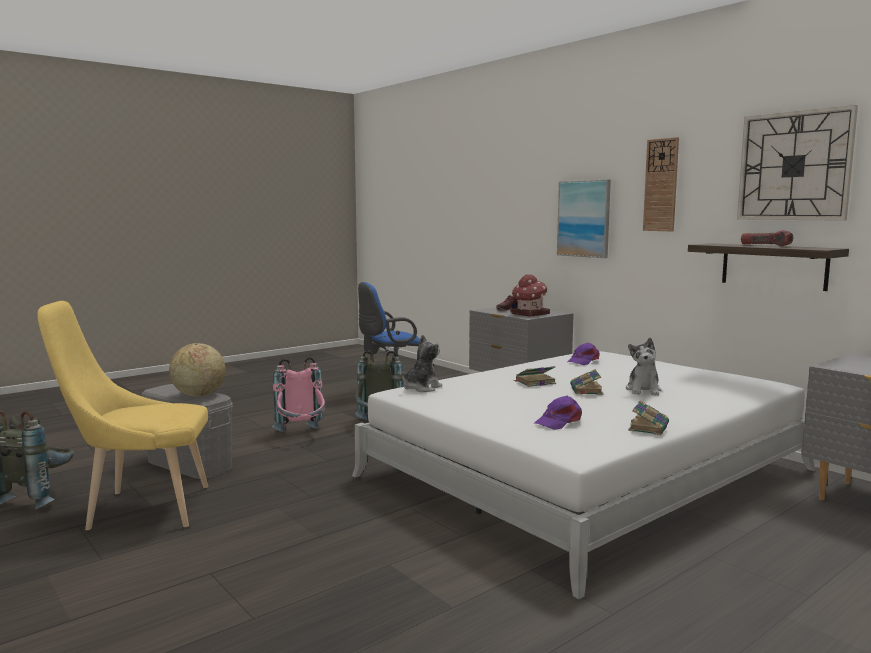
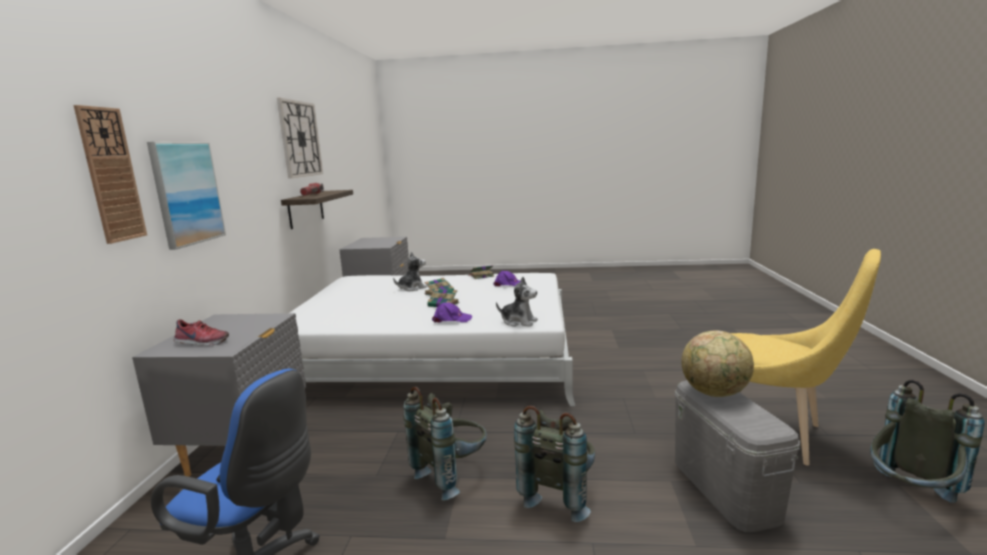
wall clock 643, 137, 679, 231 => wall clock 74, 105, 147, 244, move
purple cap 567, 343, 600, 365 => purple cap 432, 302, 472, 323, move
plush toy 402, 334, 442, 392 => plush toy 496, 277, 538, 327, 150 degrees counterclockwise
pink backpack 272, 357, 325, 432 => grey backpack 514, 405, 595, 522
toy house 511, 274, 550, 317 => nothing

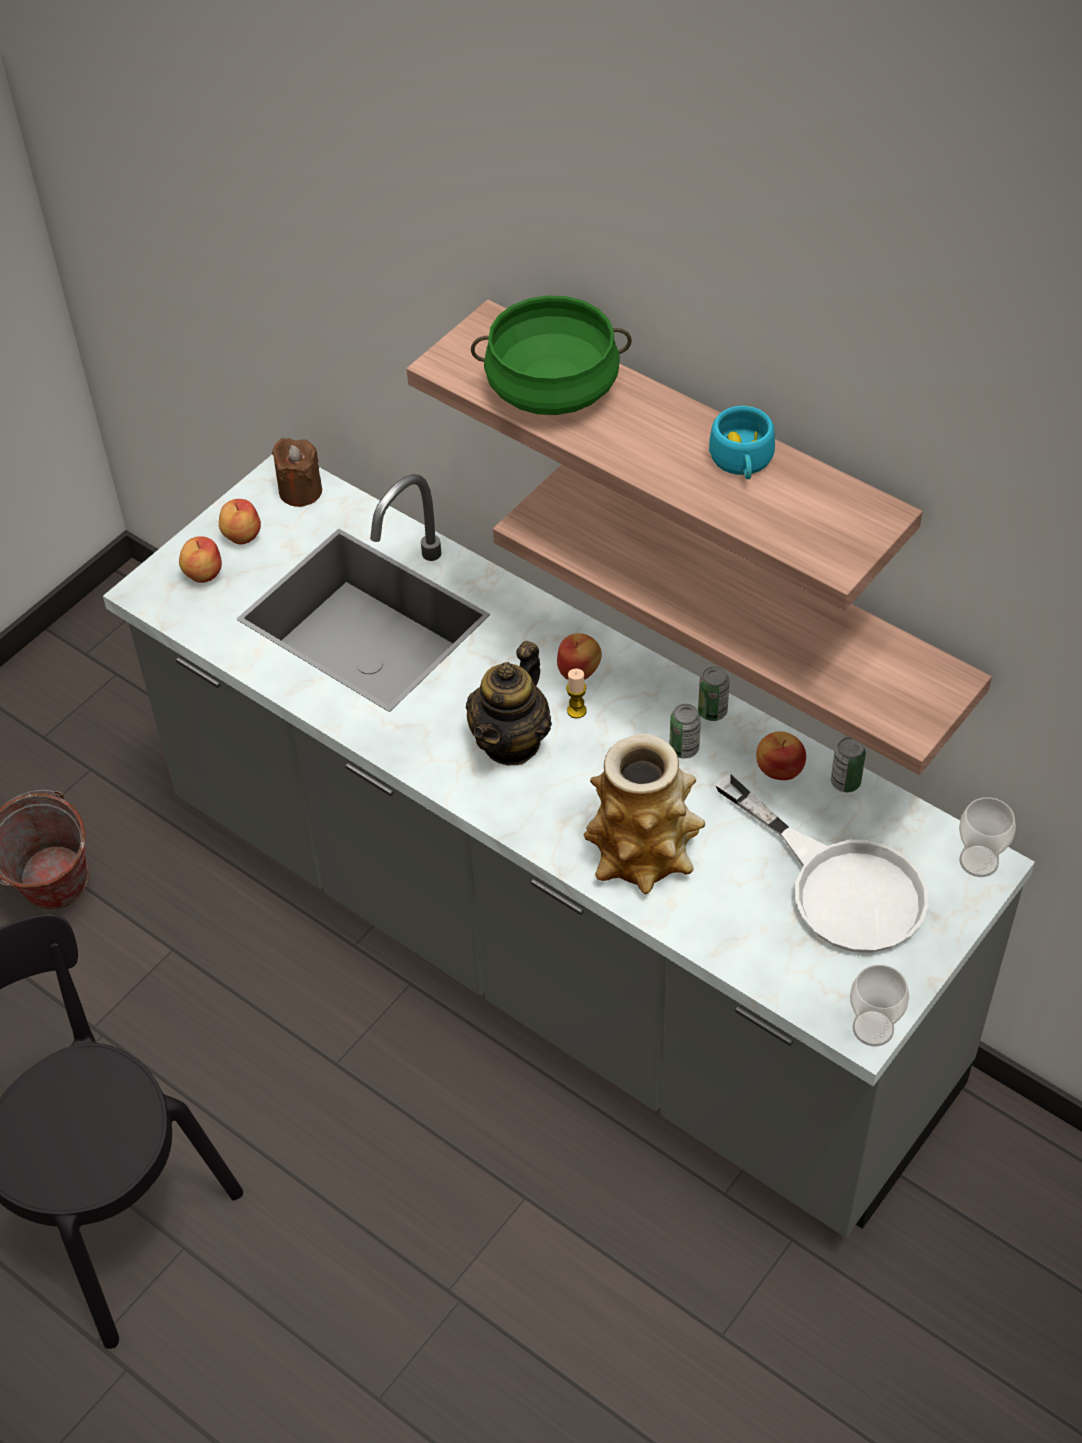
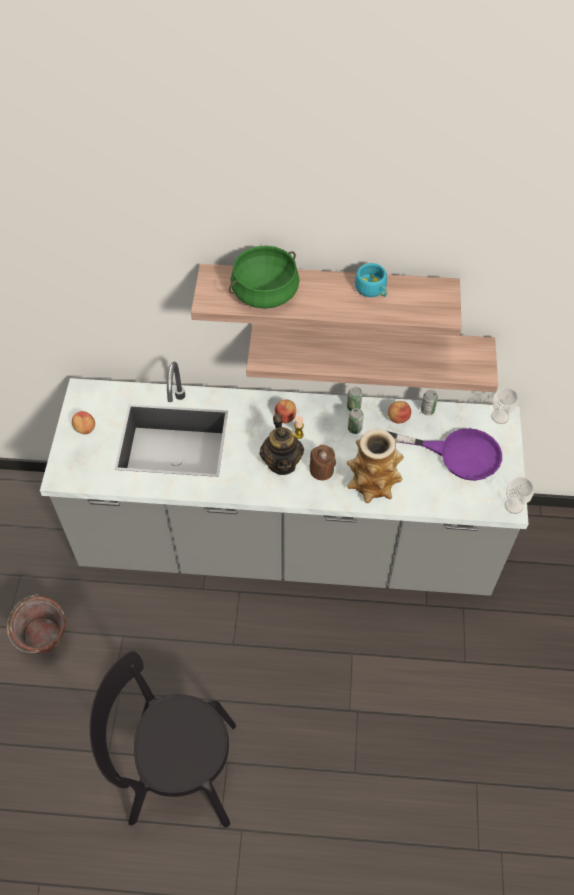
brown candle 272, 438, 322, 507 => brown candle 309, 445, 336, 480, move
white frying pan 715, 774, 929, 953 => purple frying pan 387, 428, 502, 481
apple 179, 536, 222, 583 => nothing

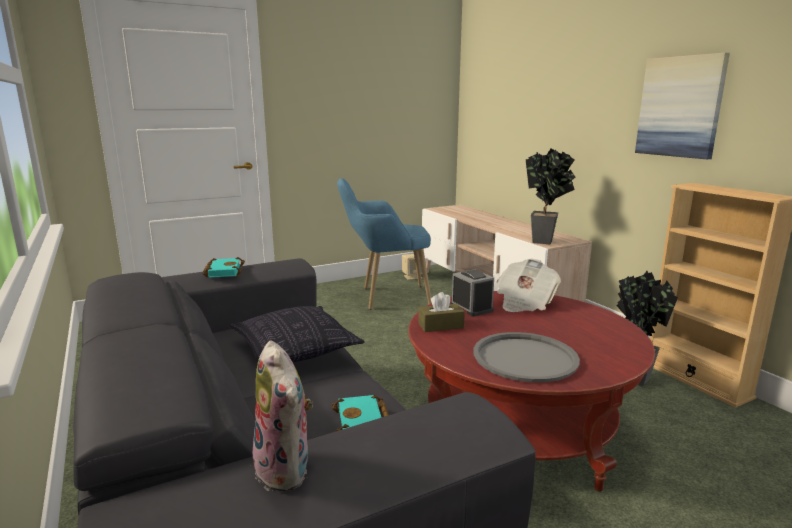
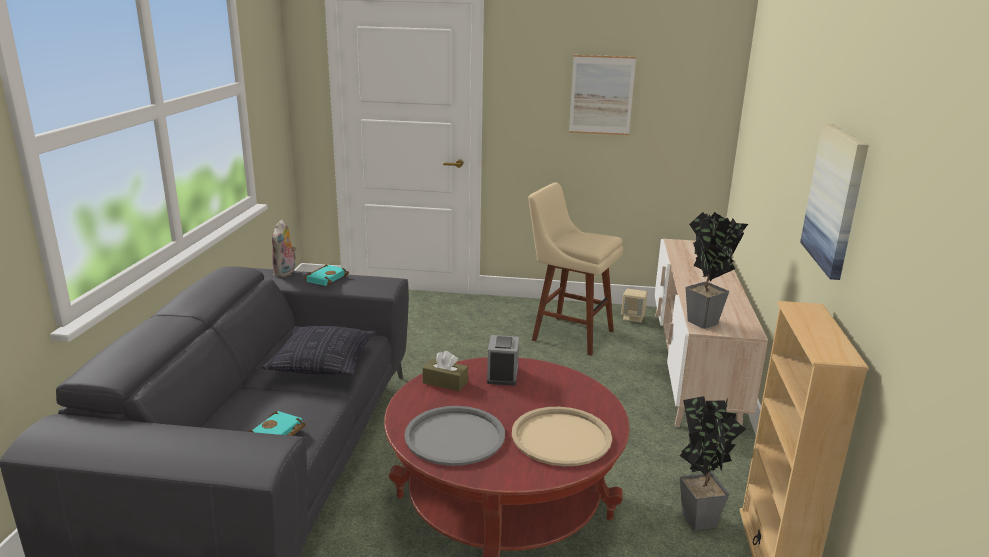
plush toy 253, 341, 313, 492 => plush toy 272, 219, 296, 277, move
nothing => beige tray 512, 407, 612, 466
blue armchair 337, 178, 432, 310 => beige stool 528, 182, 623, 356
nothing => picture 569, 55, 636, 135
newspaper 496, 259, 561, 312 => nothing

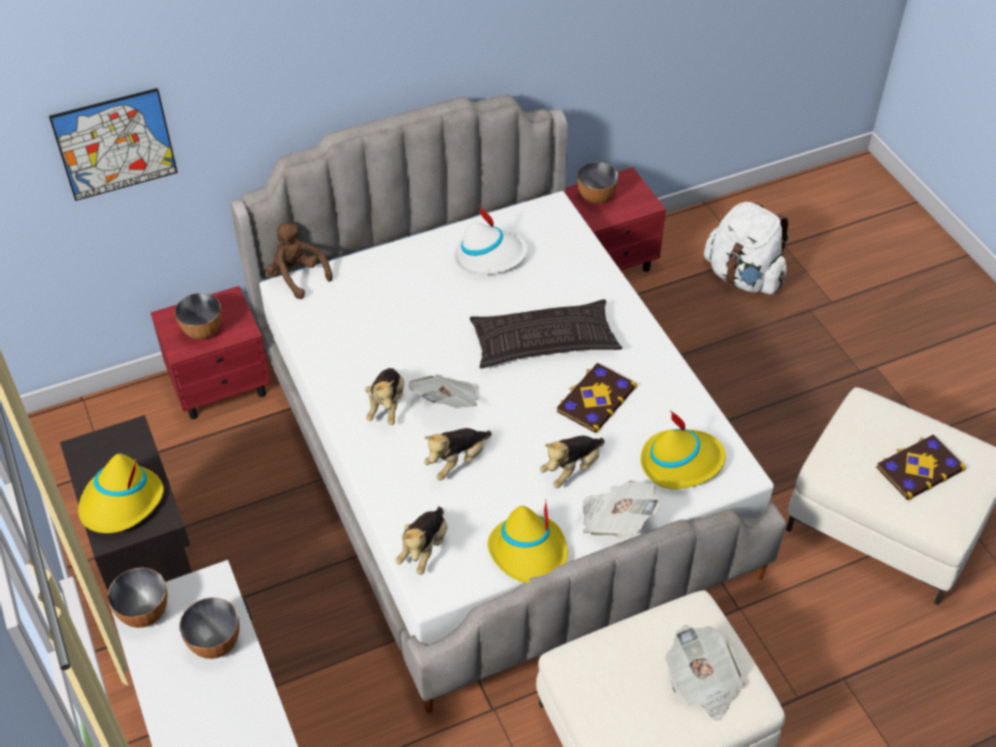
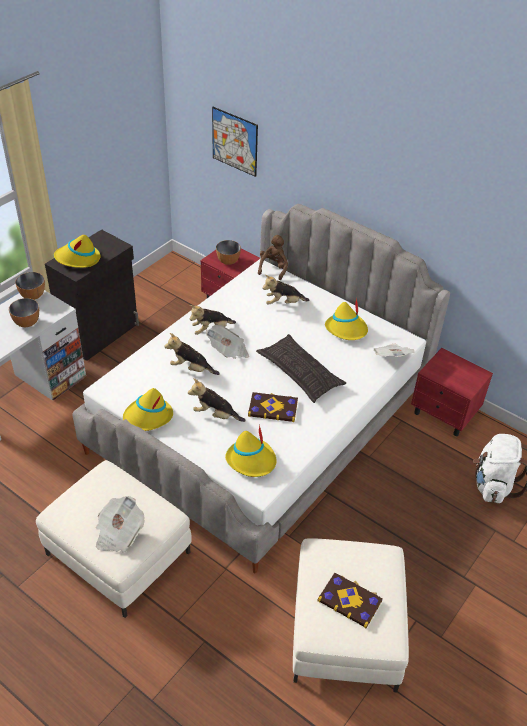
plush toy 396, 506, 447, 575 => plush toy 262, 275, 309, 305, move
white hat 454, 206, 528, 275 => yellow hat 325, 297, 368, 340
newspaper 583, 481, 660, 538 => newspaper 373, 344, 415, 357, move
bowl 577, 162, 619, 204 => nothing

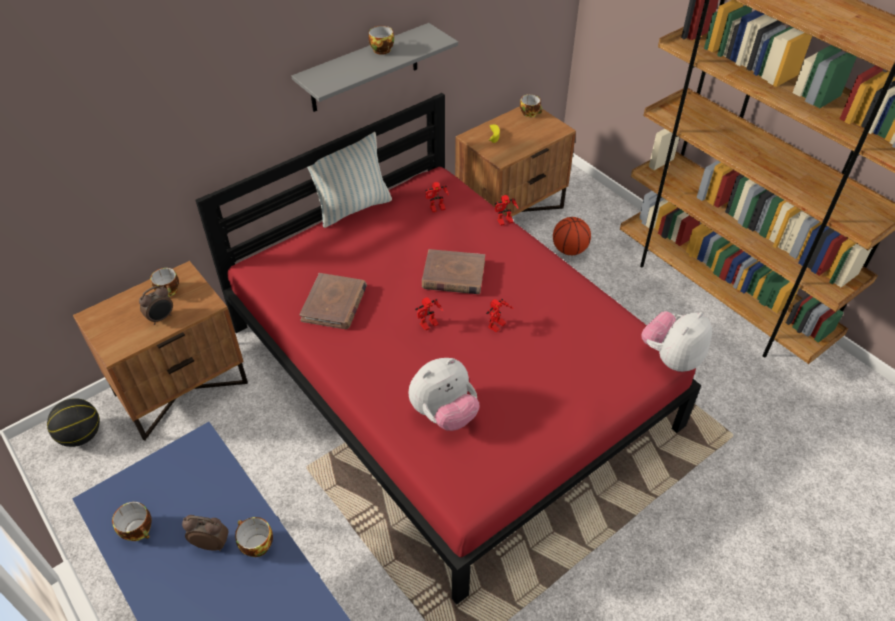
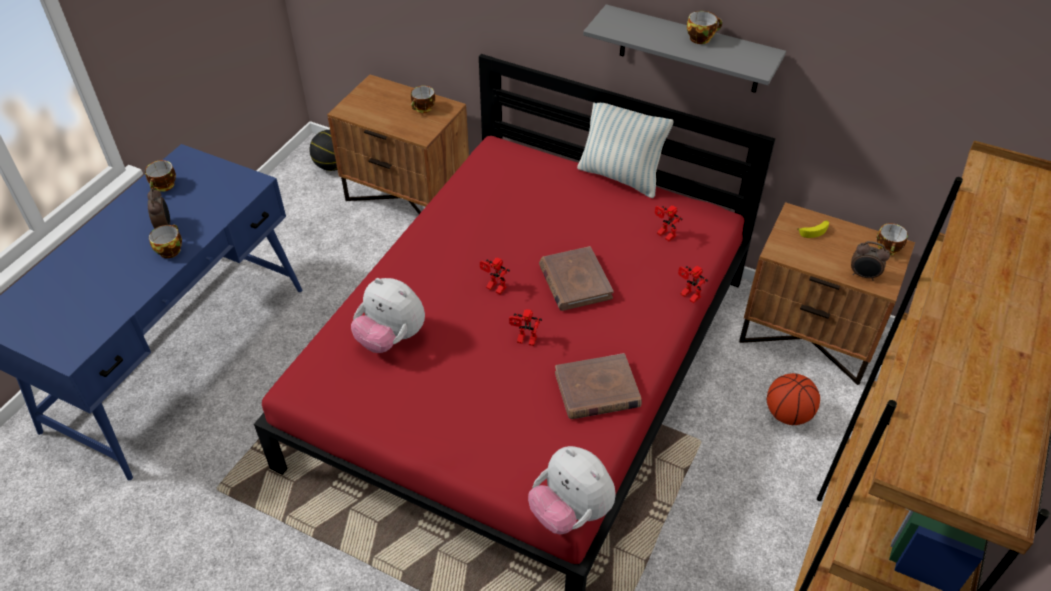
plush toy 641, 311, 712, 372 => plush toy 528, 446, 615, 535, 150 degrees counterclockwise
brown book 299, 273, 367, 329 => brown book 555, 353, 642, 419, move
alarm clock 139, 286, 173, 325 => alarm clock 851, 241, 890, 281, move

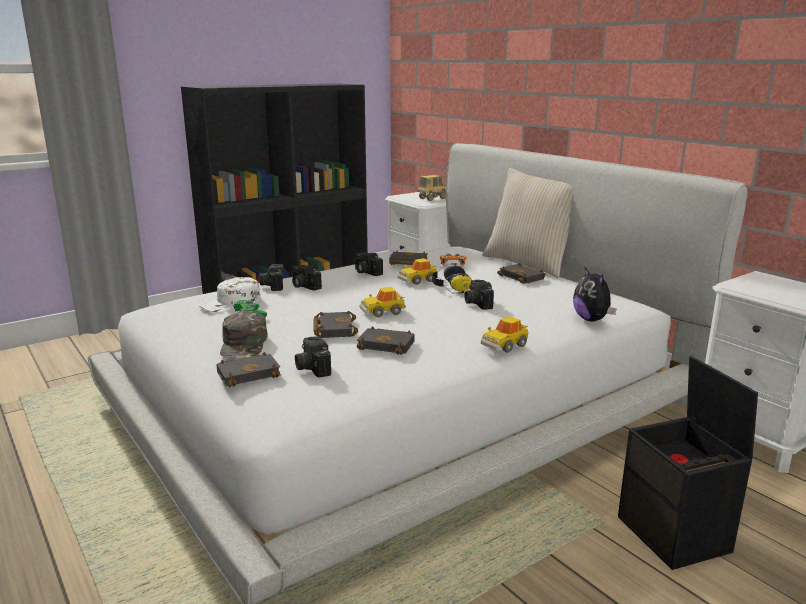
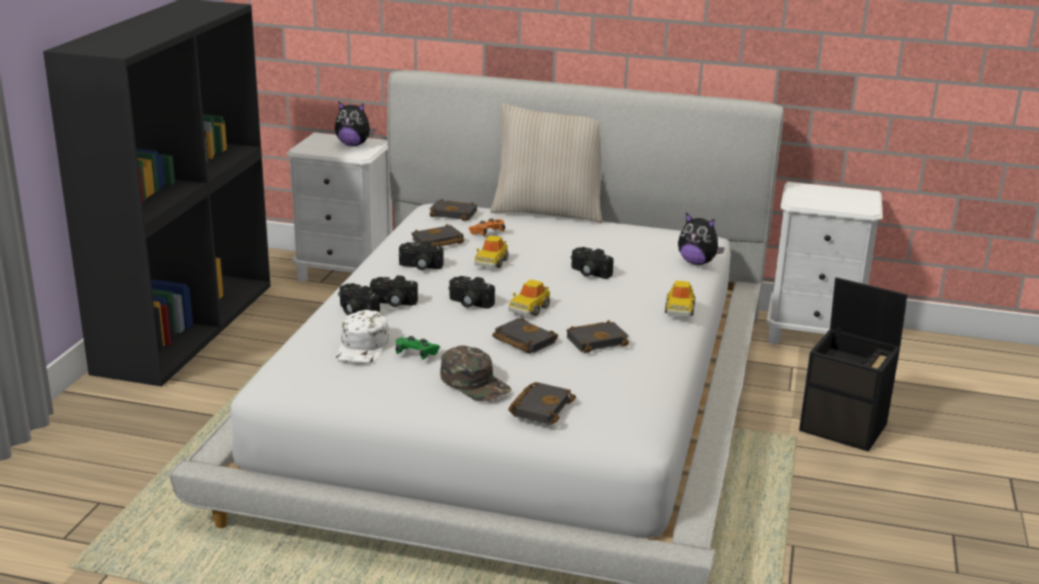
toy truck 417, 175, 446, 201 => plush toy 335, 101, 375, 146
black book 497, 263, 546, 284 => black book 429, 198, 477, 221, move
photo camera 295, 336, 331, 378 => photo camera 449, 276, 495, 309, move
headphones 432, 263, 472, 293 => nothing

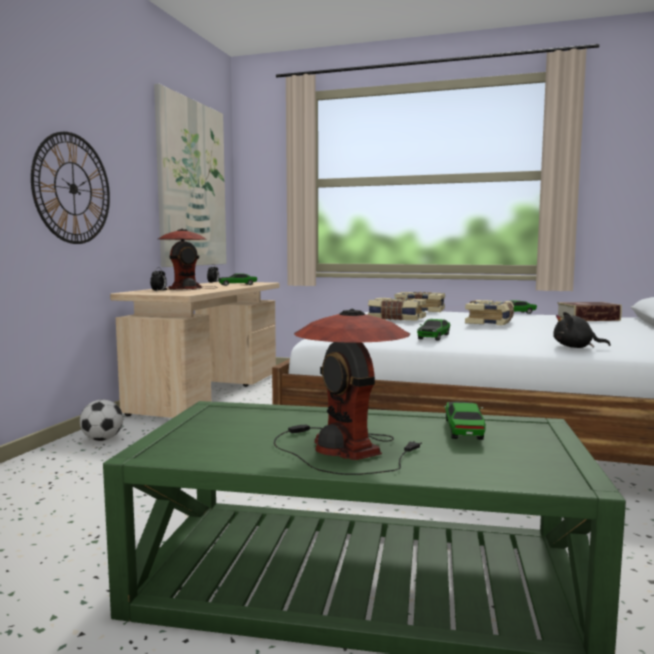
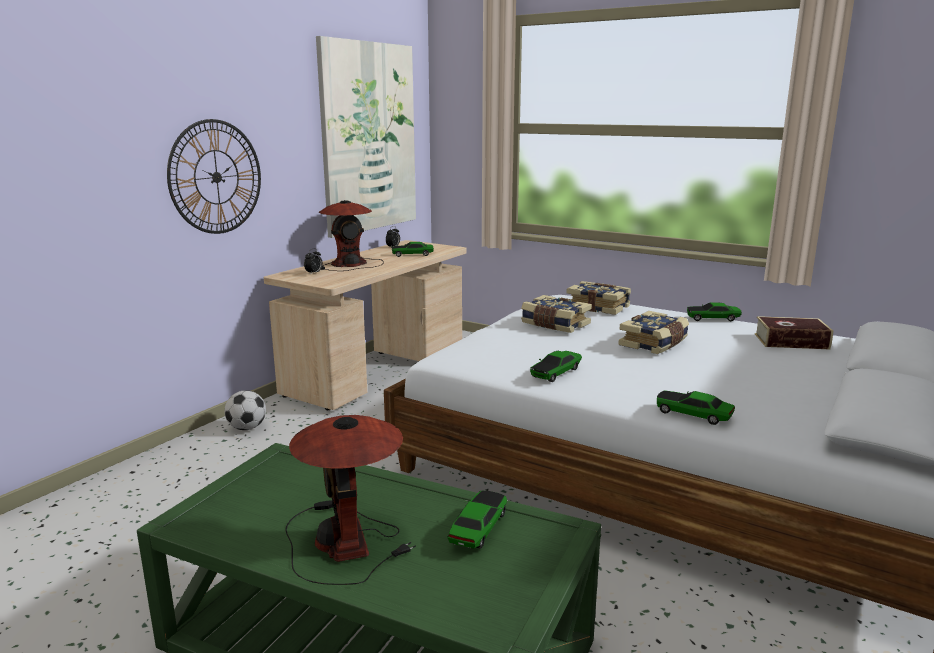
black plush toy 554, 312, 611, 348 => toy car 657, 390, 735, 425

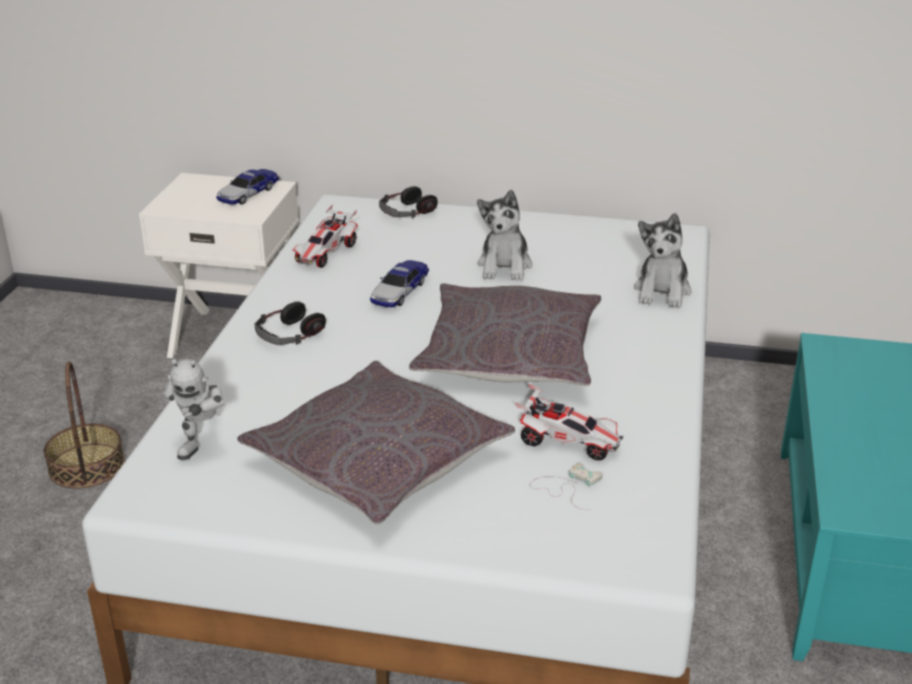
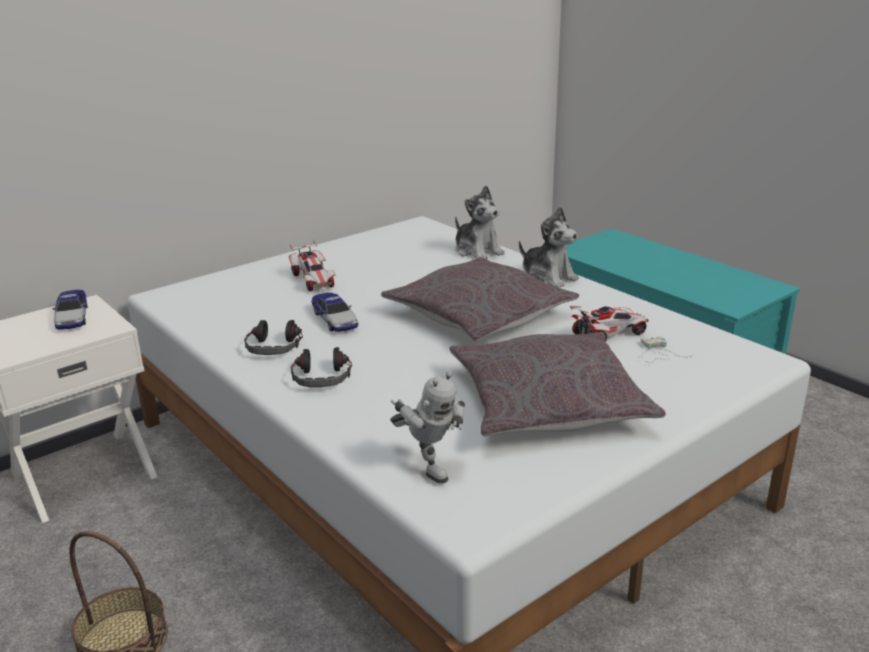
headphones 379, 186, 438, 218 => headphones 244, 320, 303, 355, move
toy car 293, 204, 358, 268 => toy car 289, 240, 336, 291, move
plush toy 477, 190, 532, 281 => plush toy 519, 207, 579, 288, move

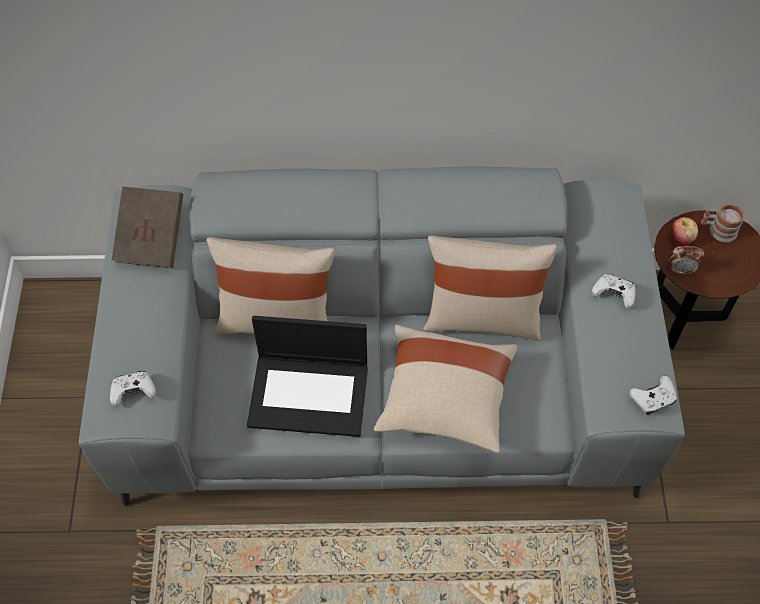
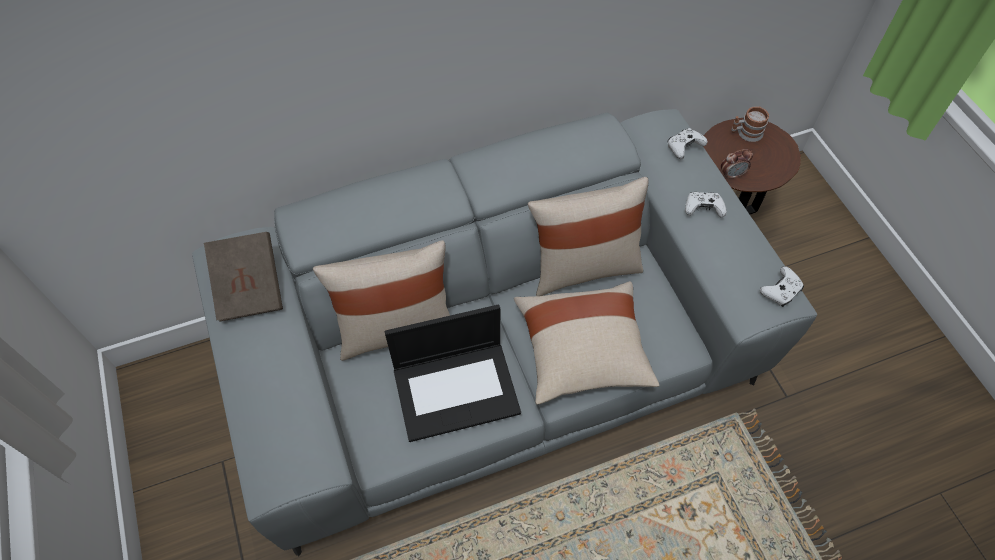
white game controller 110, 371, 156, 407 => white game controller 668, 128, 707, 159, move
apple 671, 217, 698, 245 => nothing

